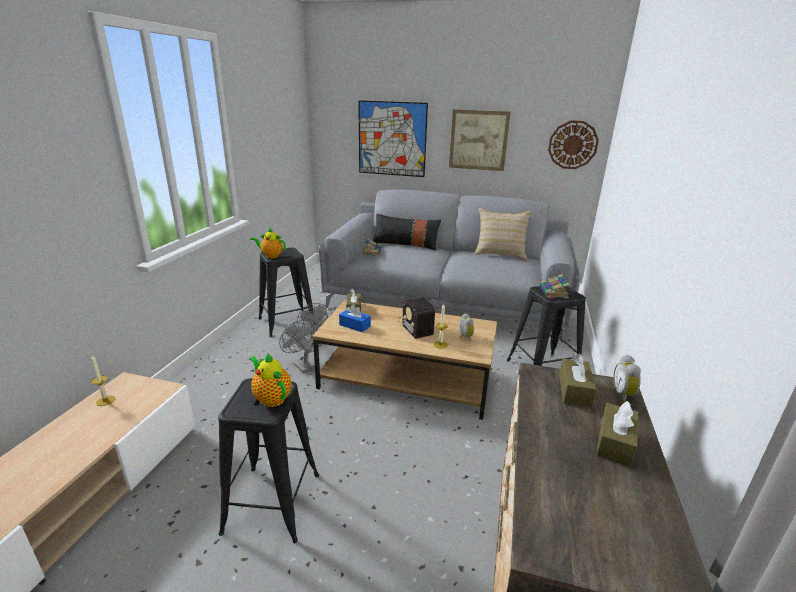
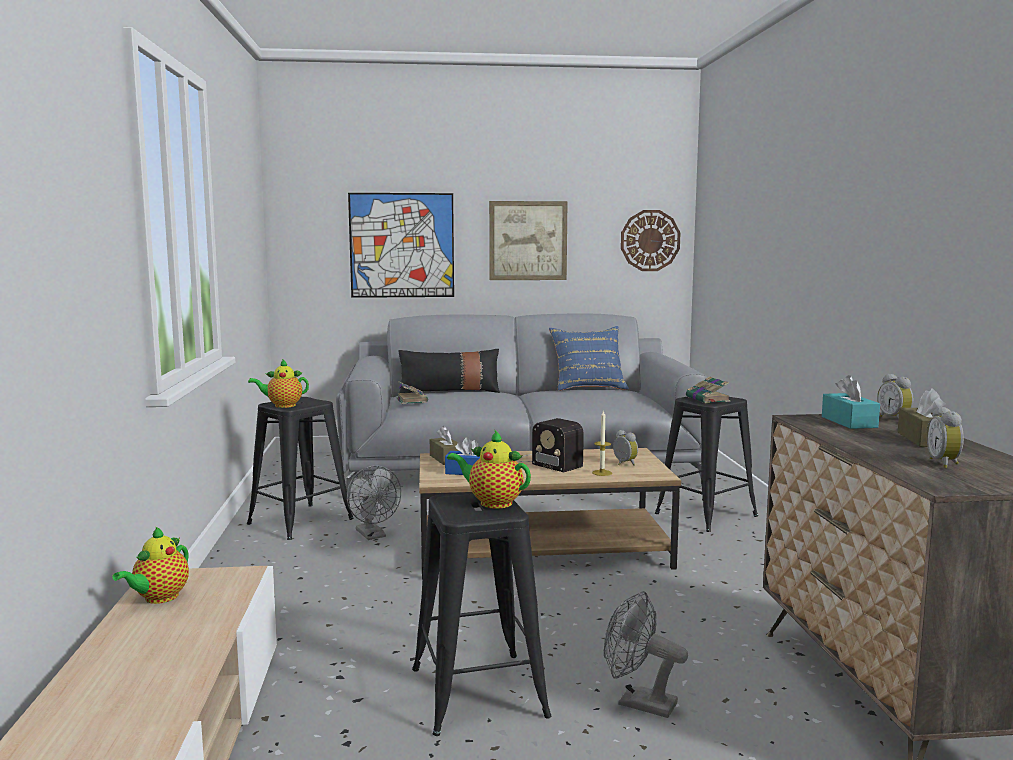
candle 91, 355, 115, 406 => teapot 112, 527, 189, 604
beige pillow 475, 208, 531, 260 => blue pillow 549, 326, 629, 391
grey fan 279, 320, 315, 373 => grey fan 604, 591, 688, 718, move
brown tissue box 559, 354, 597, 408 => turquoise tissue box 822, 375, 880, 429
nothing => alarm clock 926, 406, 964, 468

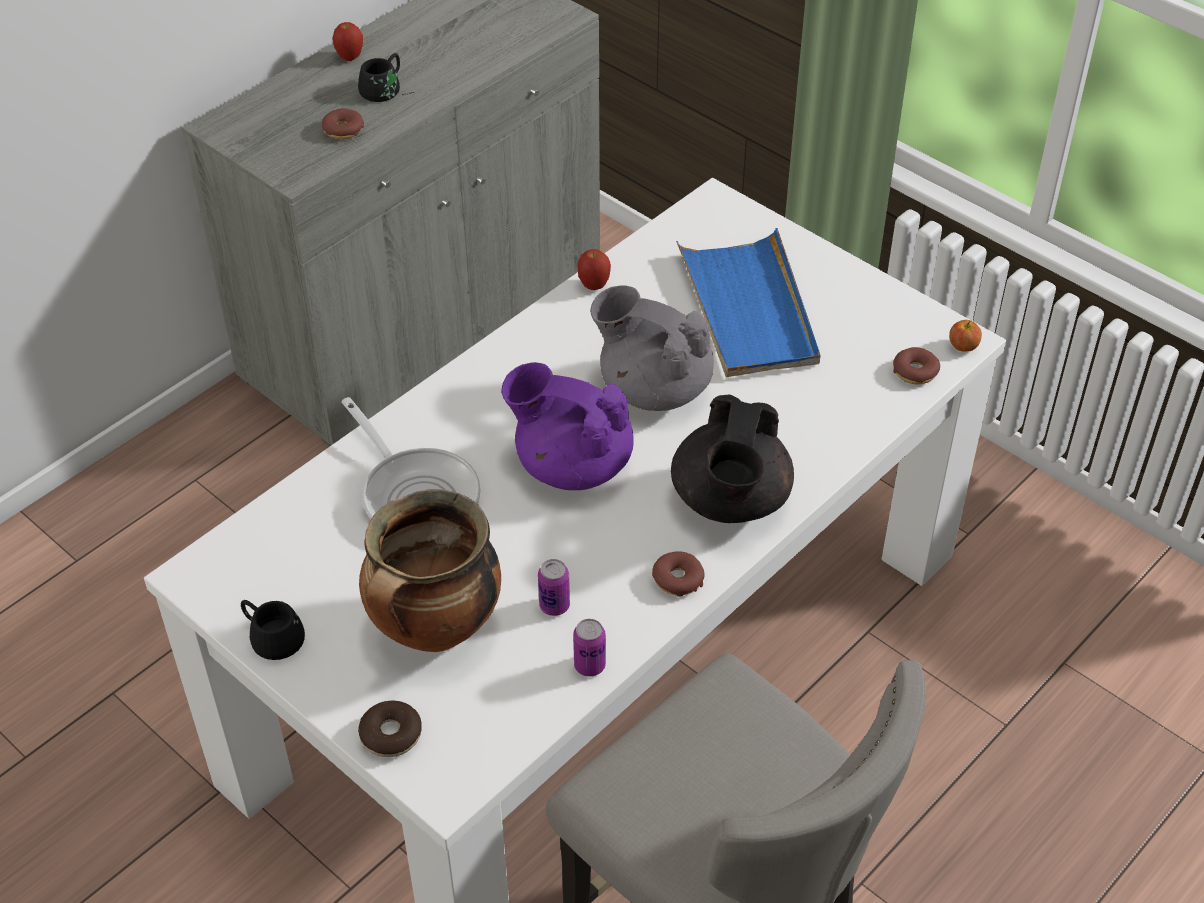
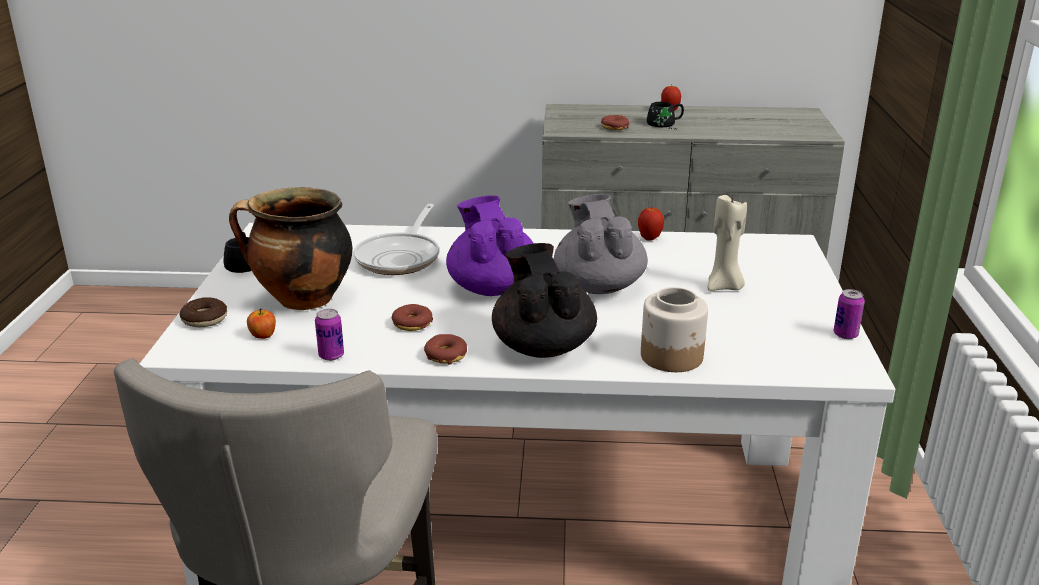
apple 949, 320, 982, 352 => apple 247, 309, 276, 339, move
donut 893, 347, 940, 384 => donut 392, 304, 433, 331, move
black teapot 671, 394, 794, 523 => black teapot 492, 243, 597, 358, 105 degrees clockwise
nothing => jar 641, 287, 708, 372
blue tray 676, 228, 820, 377 => beige candle 708, 195, 747, 291
can 538, 559, 570, 616 => can 833, 289, 865, 339, move

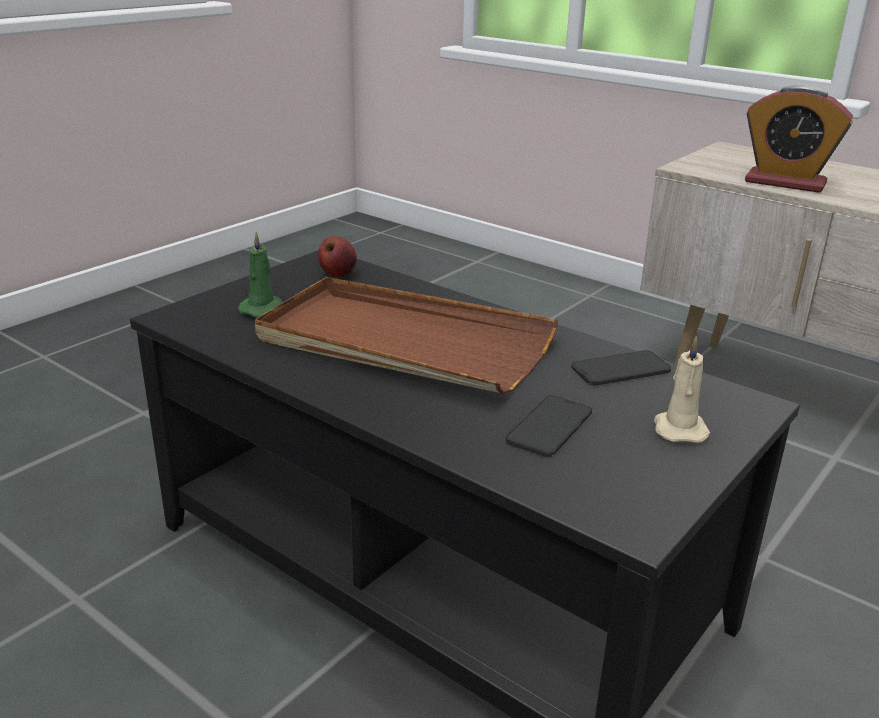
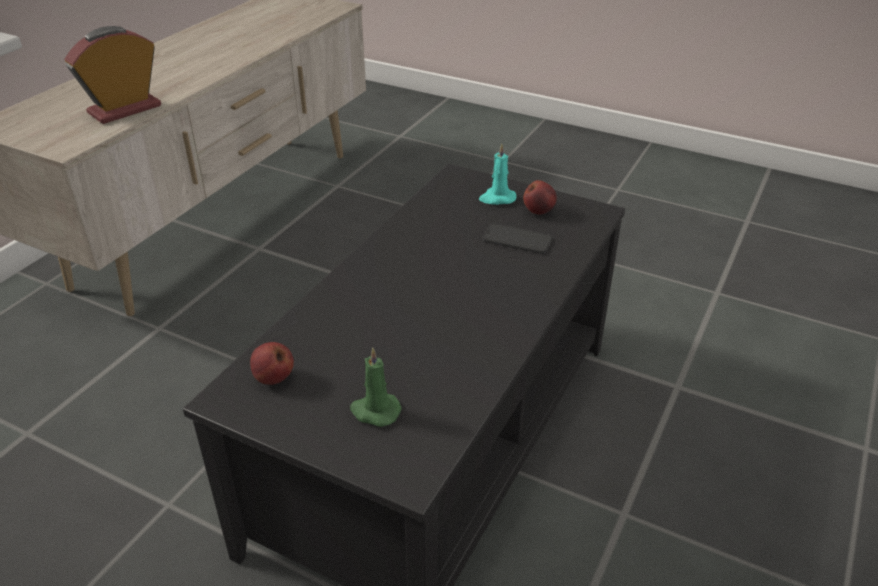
alarm clock 745, 85, 853, 193 => alarm clock 65, 26, 161, 124, 150 degrees counterclockwise
beige candle 654, 337, 710, 443 => turquoise candle 479, 143, 516, 205
nothing => apple 523, 180, 557, 214
brown tray 255, 277, 558, 394 => nothing
phone 571, 350, 671, 385 => nothing

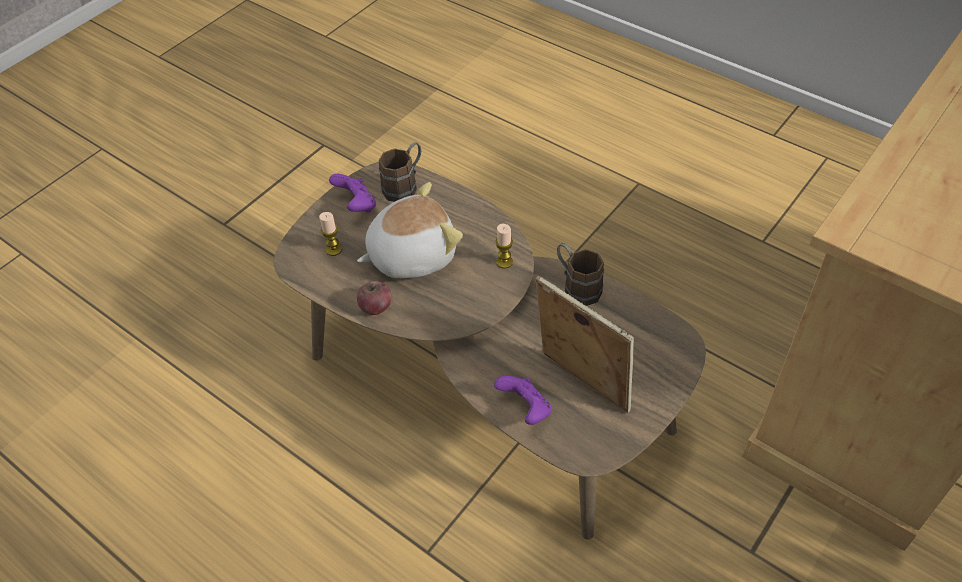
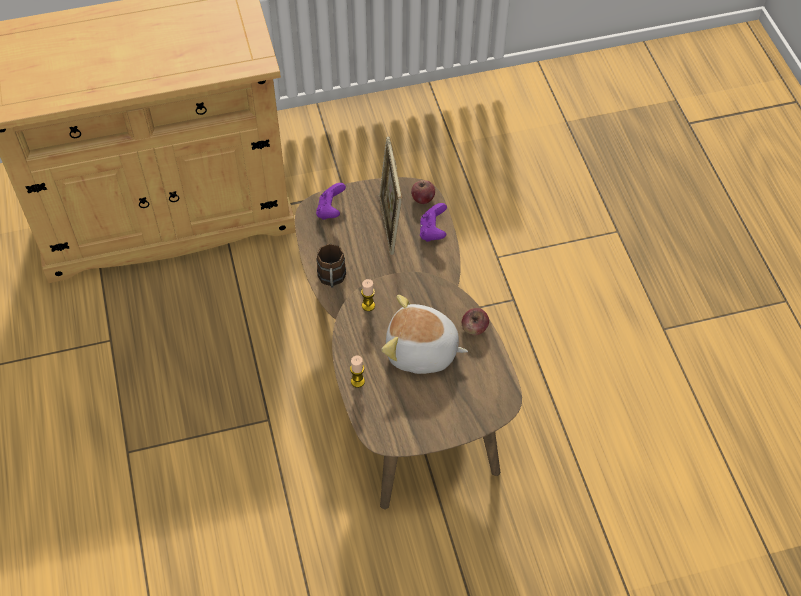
purple game controller 329, 174, 376, 213 => purple game controller 316, 183, 346, 220, move
candle 319, 212, 342, 256 => candle 350, 355, 365, 388, move
nothing => apple 411, 180, 435, 204
brown mug 379, 142, 421, 202 => nothing

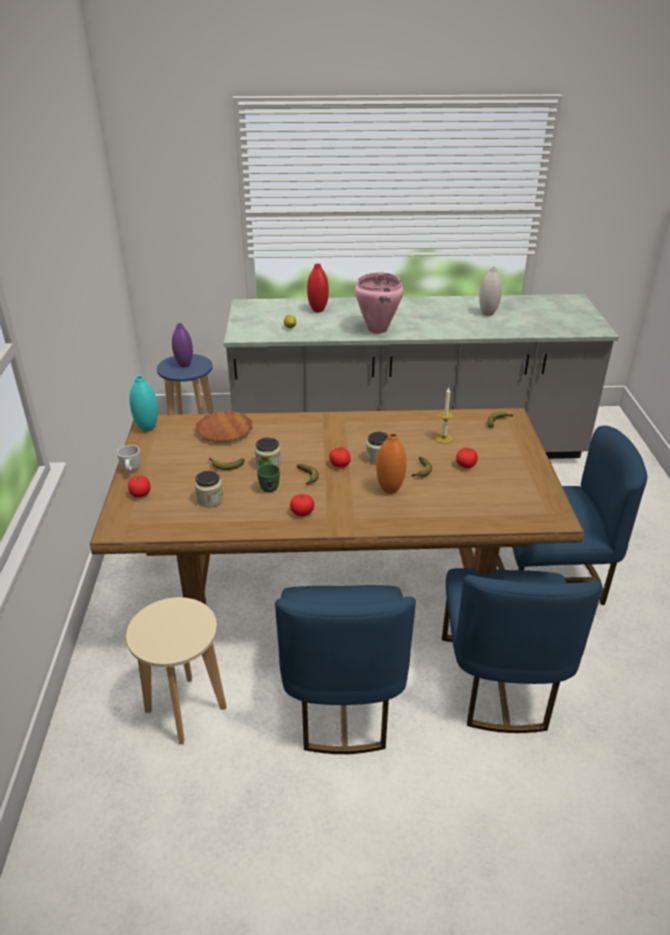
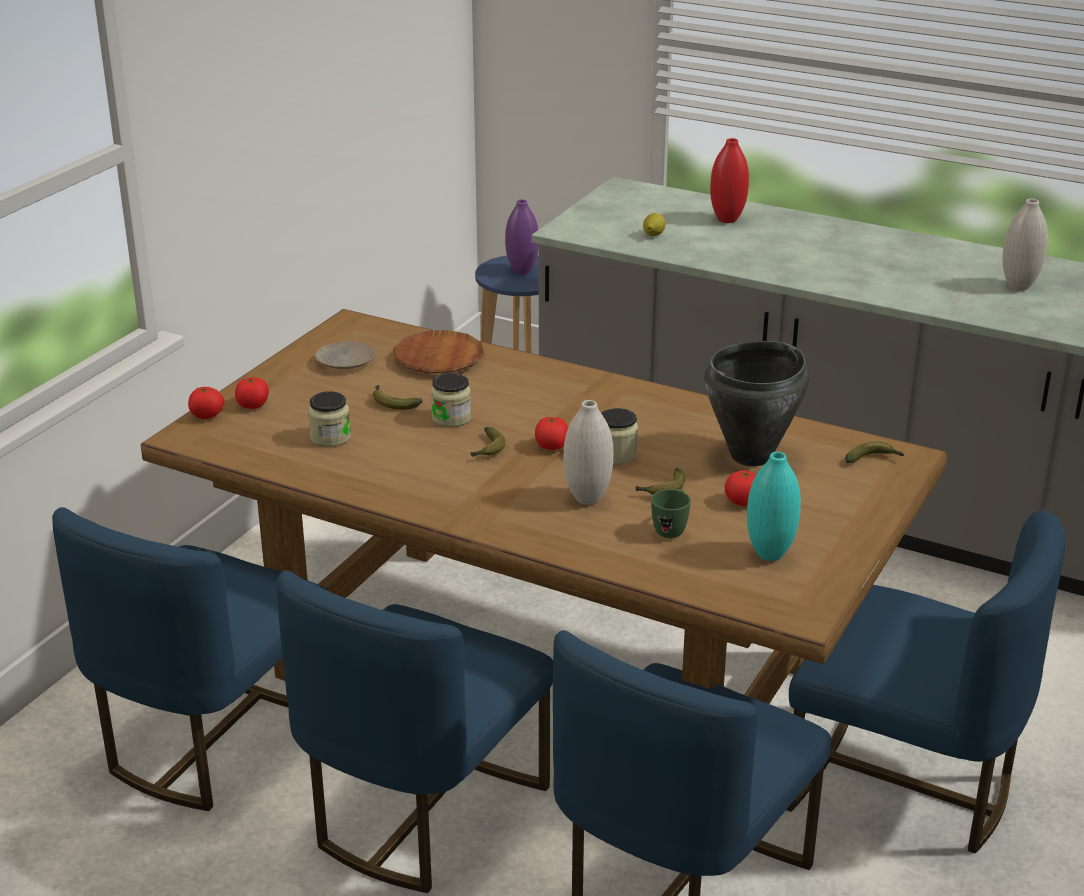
beige stool 126, 597, 226, 744 => blue chair 52, 507, 328, 811
tomato 290, 494, 314, 516 => tomato 188, 387, 224, 419, move
nothing => beige plate 315, 341, 375, 369
orange vase 376, 433, 407, 494 => white vase 564, 400, 613, 505
green mug 257, 463, 280, 492 => green mug 651, 489, 691, 538, move
candle 435, 388, 454, 443 => black cooking pot 704, 341, 809, 466
turquoise vase 129, 376, 158, 432 => turquoise vase 747, 452, 801, 561, move
white mug 117, 445, 140, 472 => nothing
pink cooking pot 355, 272, 403, 334 => nothing

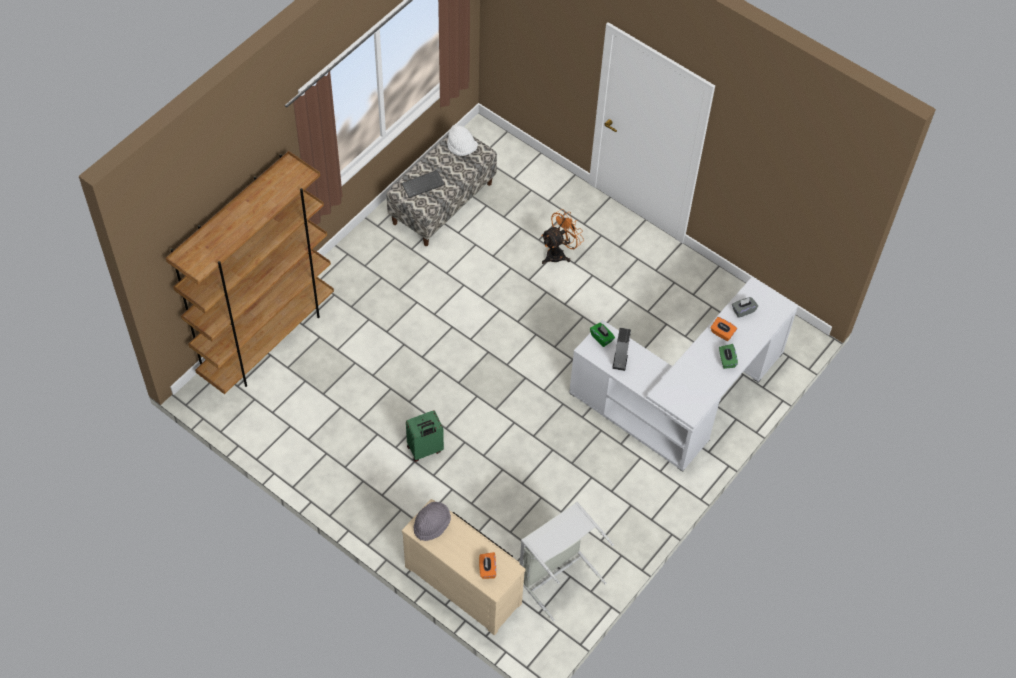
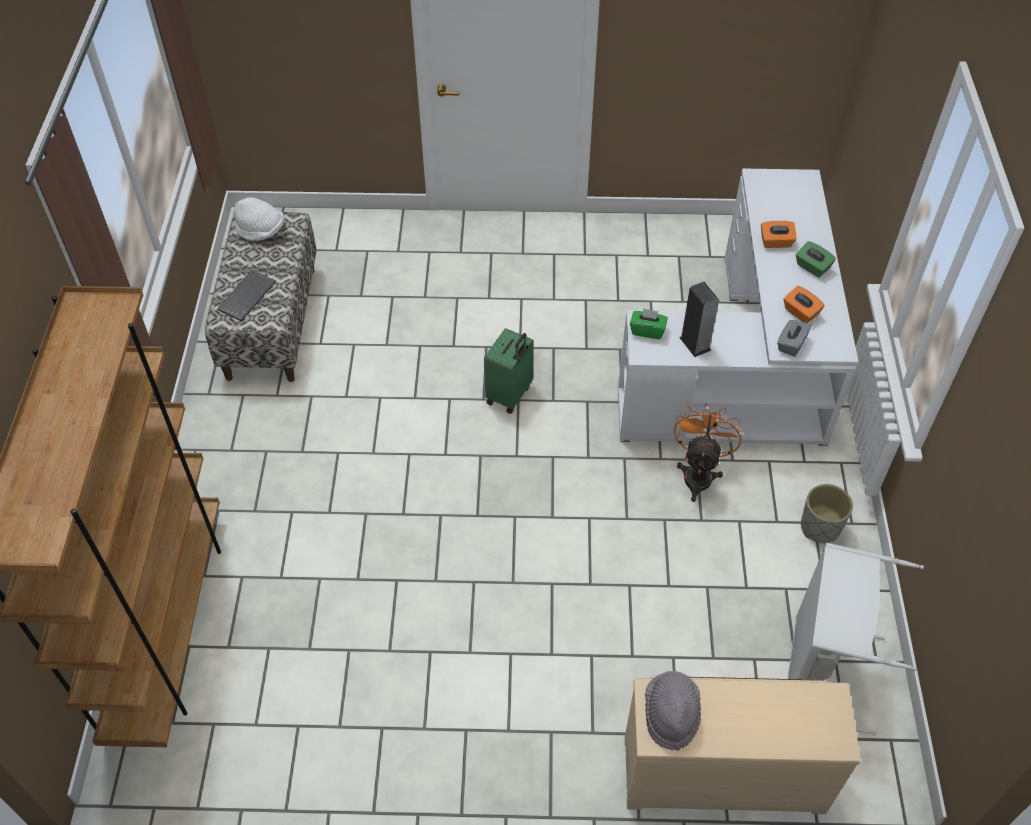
green suitcase 406, 410, 444, 462 => green suitcase 484, 328, 534, 414, move
orange fan 541, 209, 584, 264 => orange fan 674, 403, 742, 502, move
grey tissue box 732, 297, 758, 318 => grey tissue box 777, 319, 811, 357, move
orange tissue box 479, 552, 496, 579 => orange tissue box 783, 286, 825, 323, move
nothing => grey planter 801, 484, 853, 543

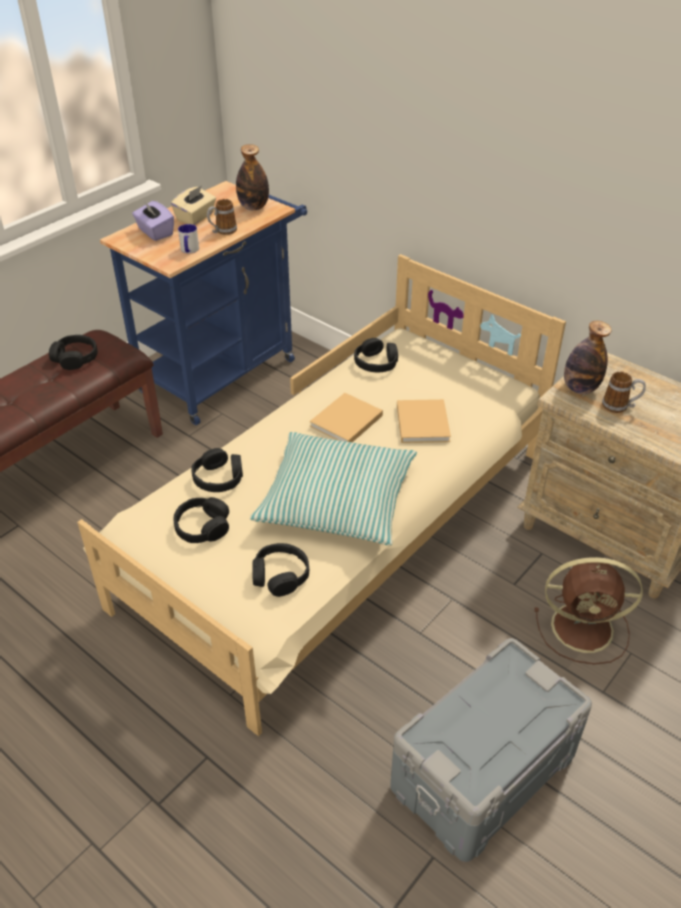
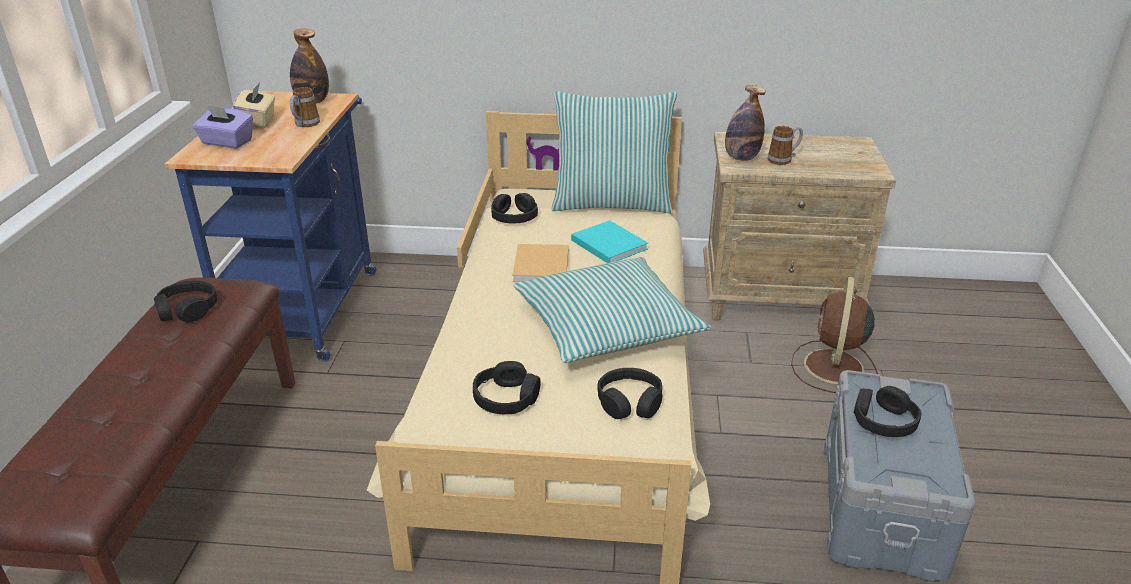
nothing => pillow 552, 91, 677, 214
beige book 397, 399, 451, 443 => turquoise book 571, 220, 648, 263
brown fan 535, 557, 643, 665 => brown fan 791, 277, 878, 393, 135 degrees clockwise
black headphones 191, 448, 243, 492 => black headphones 854, 386, 921, 437, move
mug 178, 224, 199, 253 => nothing

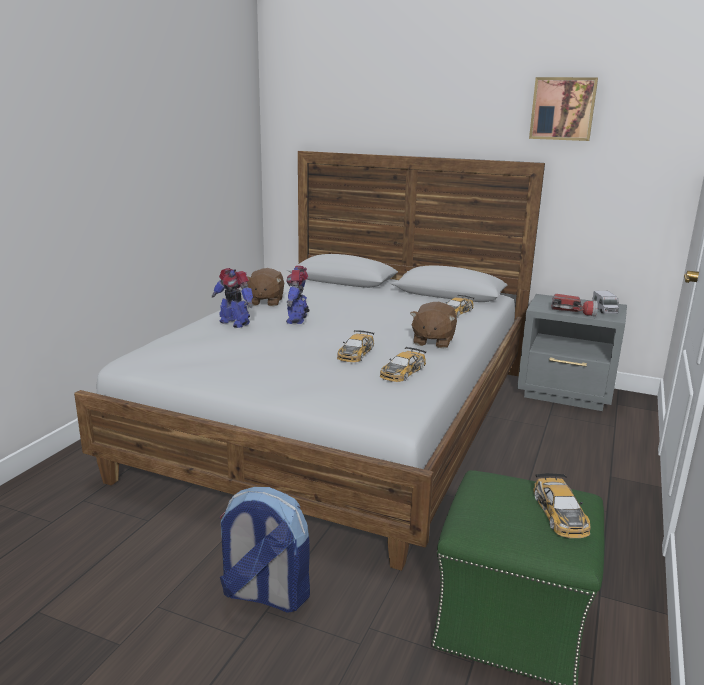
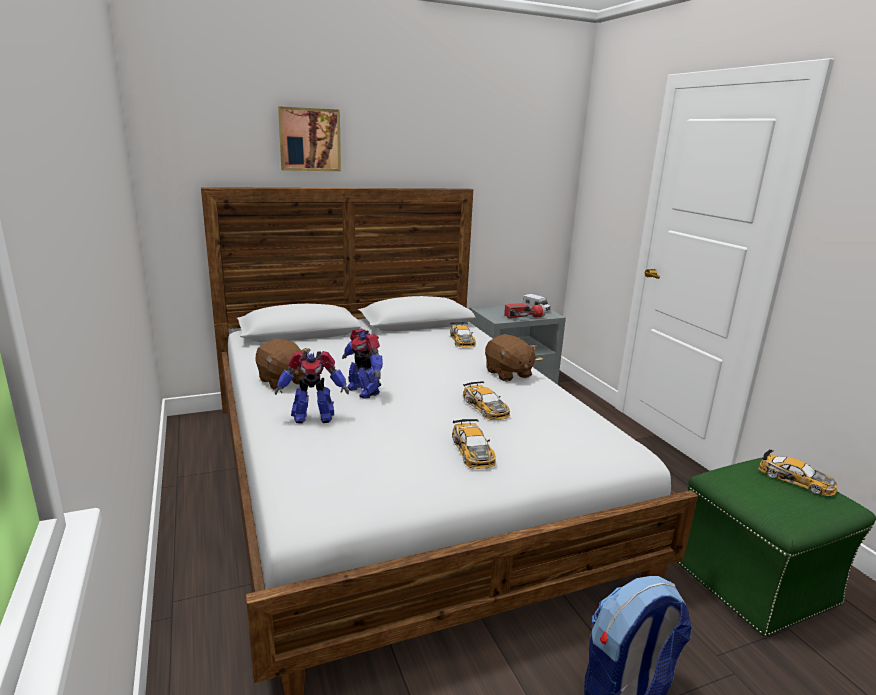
picture 529, 77, 598, 141 => picture 278, 106, 341, 171, move
toy car 379, 347, 426, 382 => toy car 452, 419, 496, 469, move

